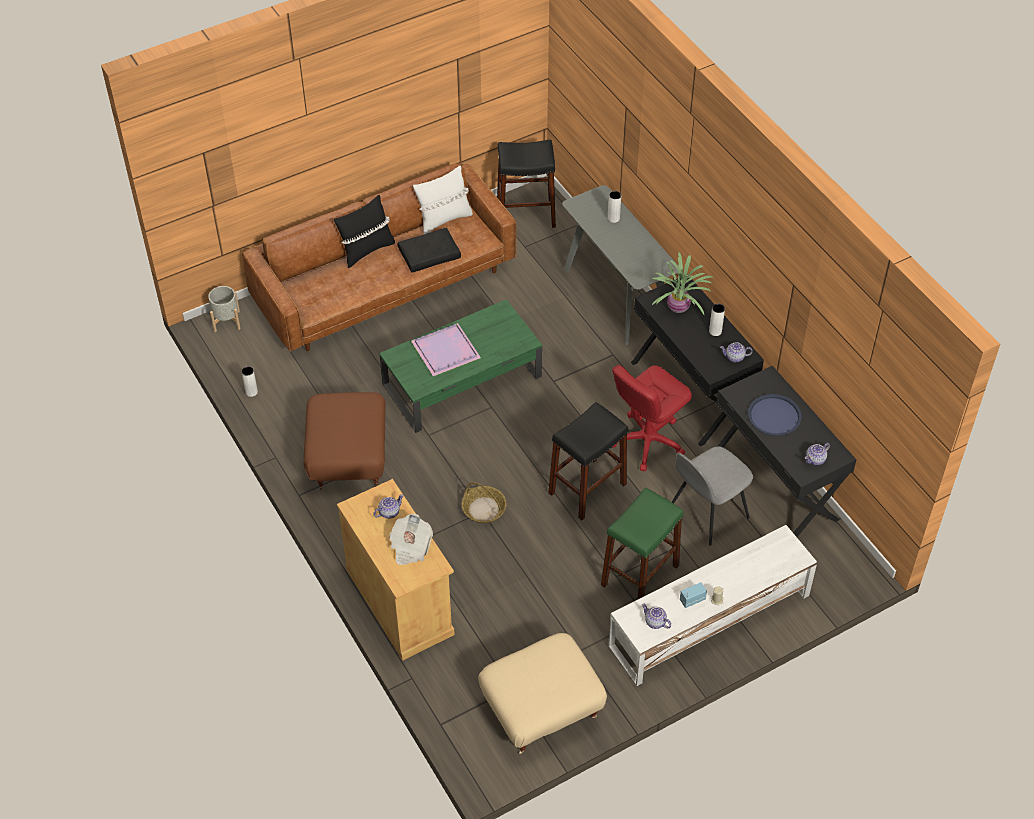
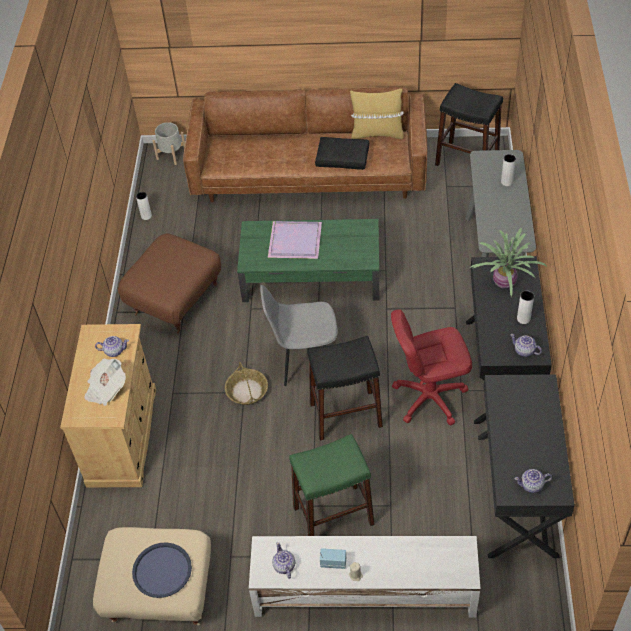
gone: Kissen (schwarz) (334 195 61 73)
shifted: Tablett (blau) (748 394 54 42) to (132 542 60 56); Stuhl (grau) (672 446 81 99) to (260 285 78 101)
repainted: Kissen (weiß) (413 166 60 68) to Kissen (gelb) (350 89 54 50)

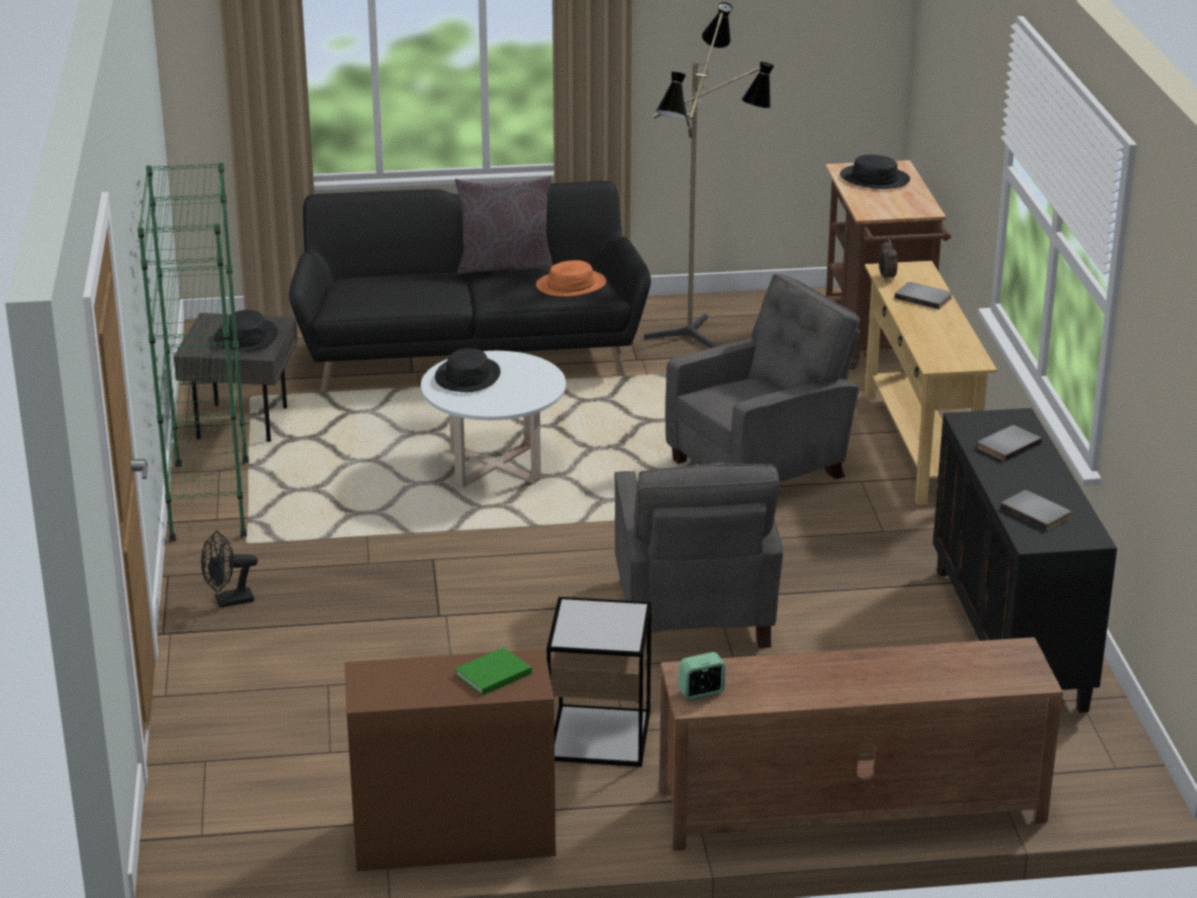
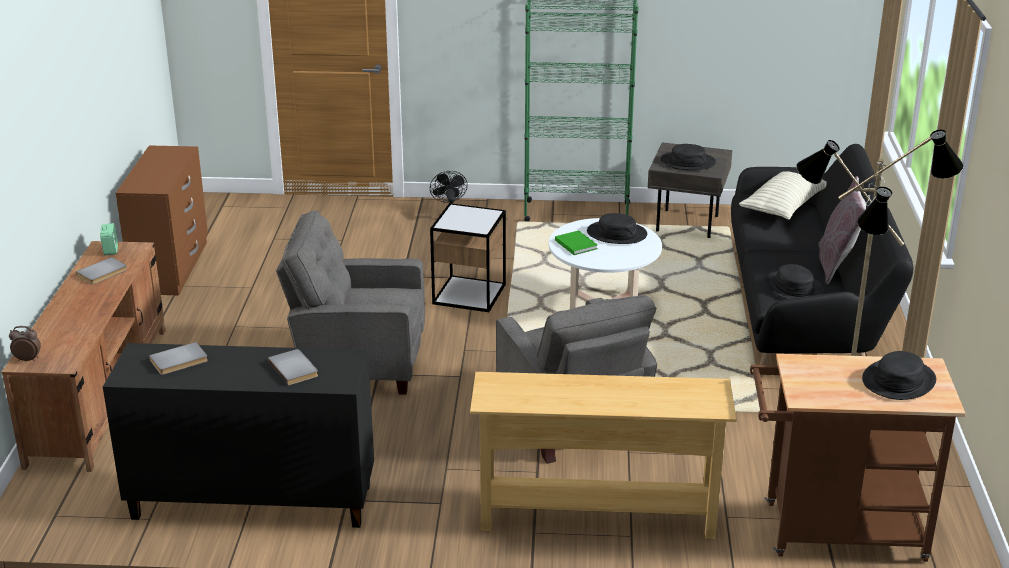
new: Kissen (739 171 88 49)
shifted: Wecker (879 239 18 42) to (9 326 32 35); Buch (grau) (895 282 57 27) to (76 257 51 28); Beistelltisch (547 597 105 170) to (430 203 76 109); Buch (grün) (455 647 77 49) to (555 230 43 25)
repainted: Hut (orange) (536 260 70 37) to Hut (schwarz) (765 264 59 35)

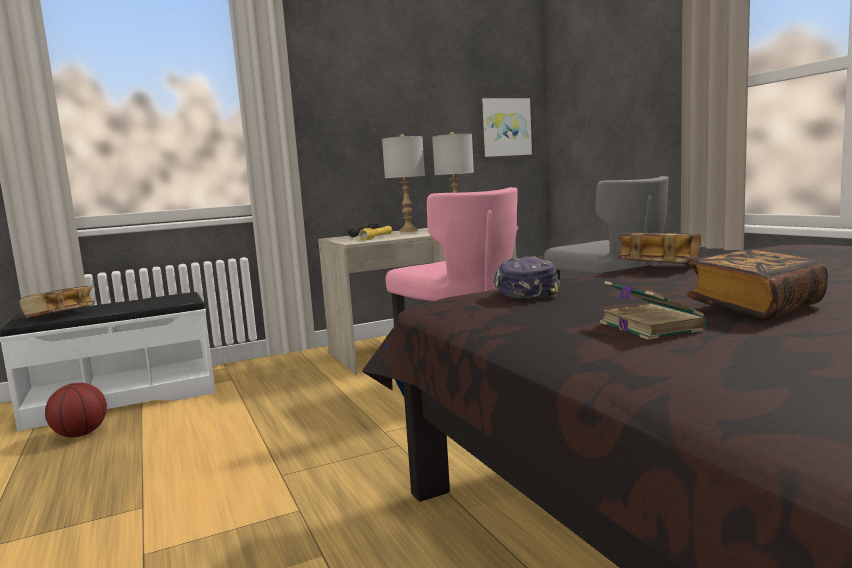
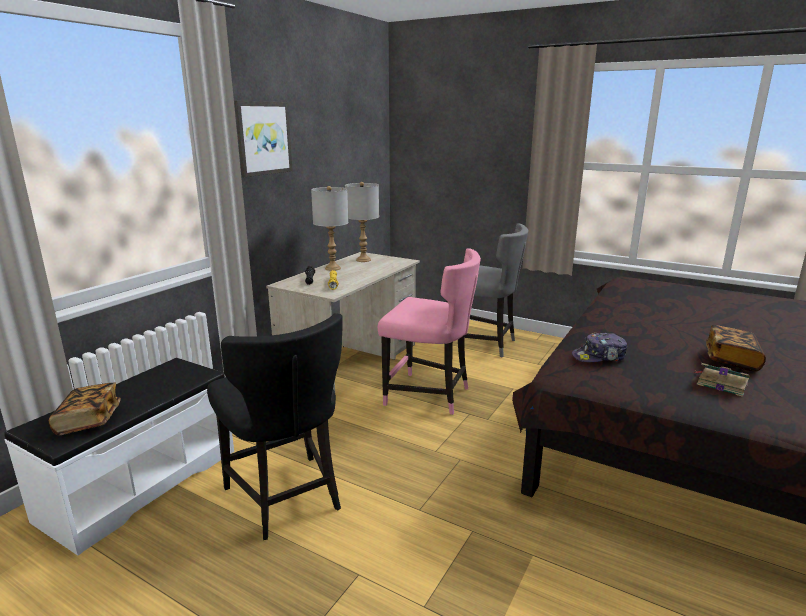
gone: Buch (617 233 84 31); Basketball (45 382 62 55)
new: Stuhl (schwarz) (207 313 136 227)
shifted: Bild (477 94 58 67) to (235 101 58 76)
rotated: Kappe (493 256 67 43) = (572 332 55 30) 60 degrees counterclockwise

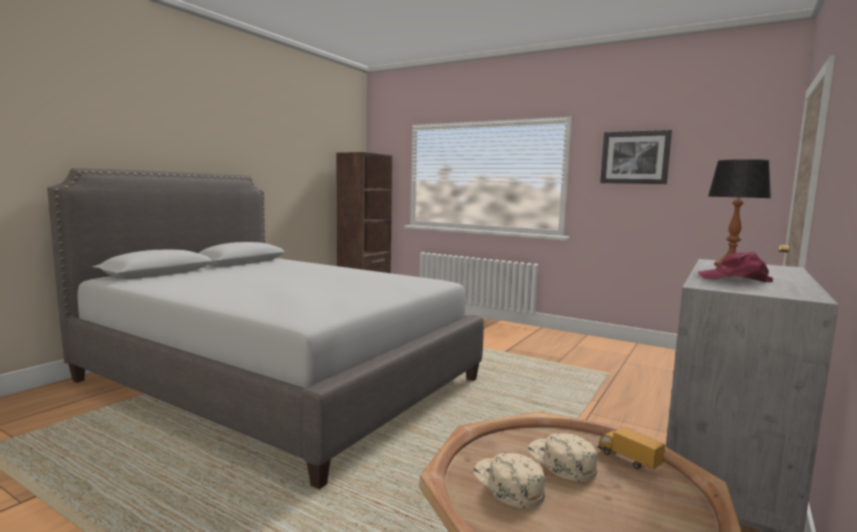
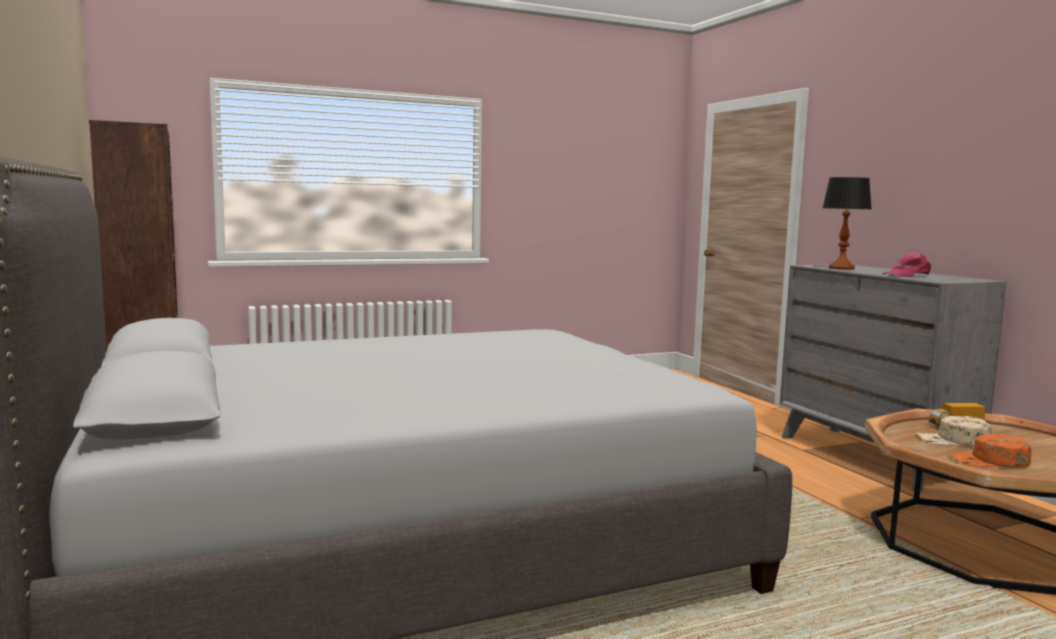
gone: Bild (600 130 72 54)
repainted: Kappe (beige) (474 453 71 55) to Kappe (orange) (949 434 82 34)

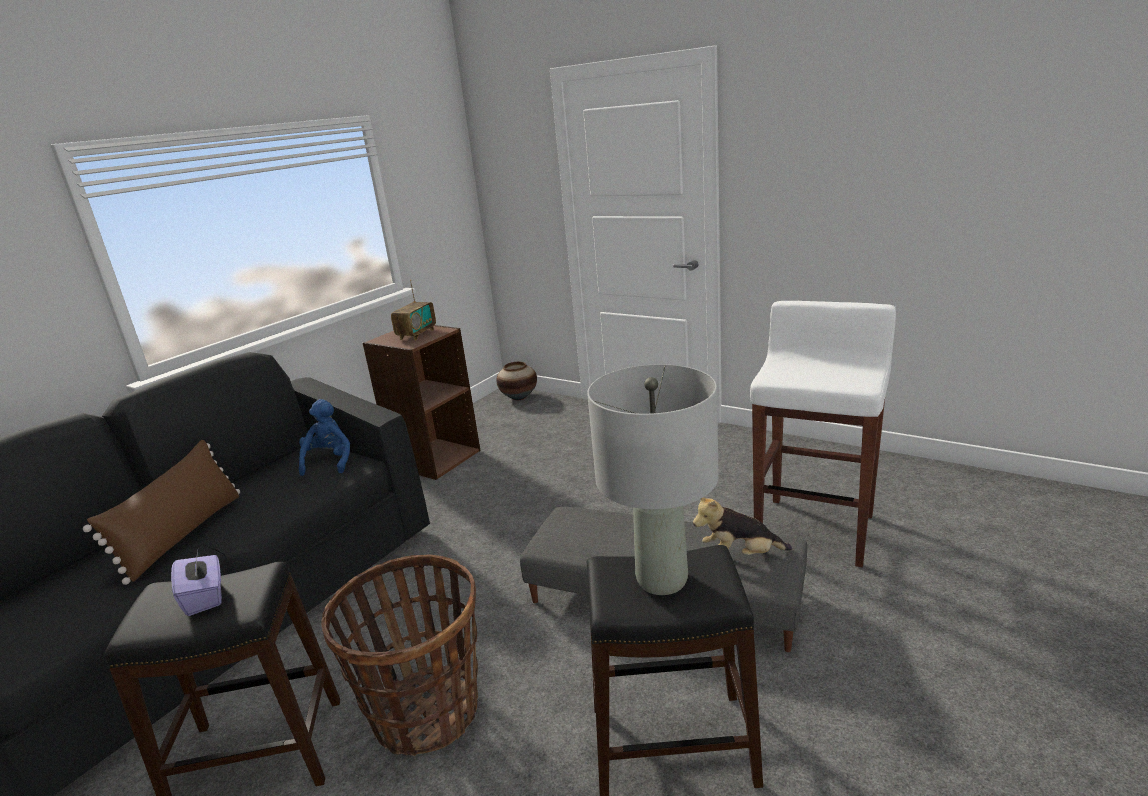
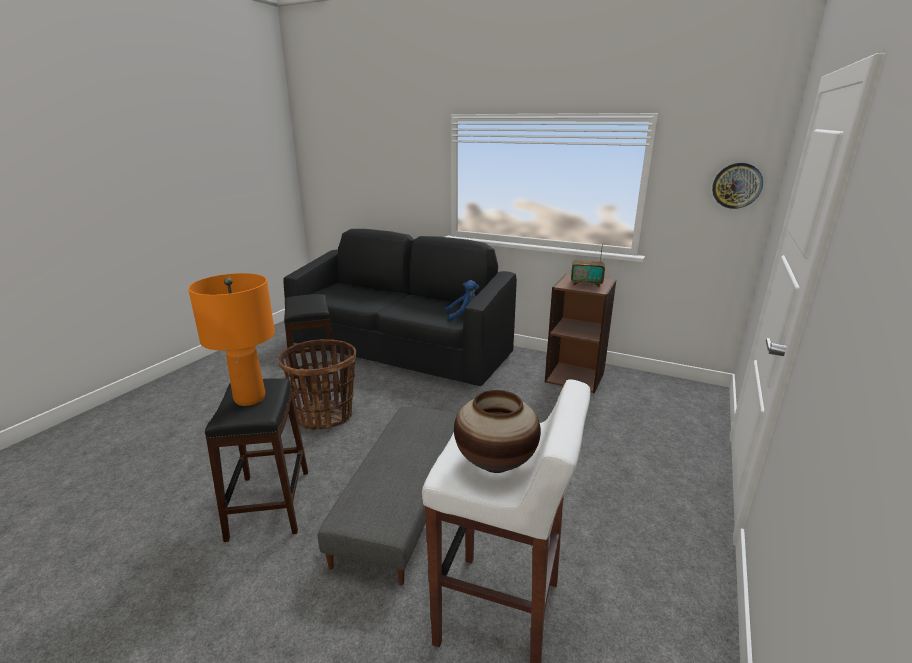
gone: Kissen (braun) (83 440 157 145); Plüschtier (693 497 99 58); Taschentuchbox (lila) (171 550 51 66)
new: Wanduhr (712 163 51 46)
shifted: Vase (496 362 41 38) to (454 390 87 83)
repainted: Tischlampe (grau) (587 364 131 231) to Tischlampe (orange) (188 273 87 133)

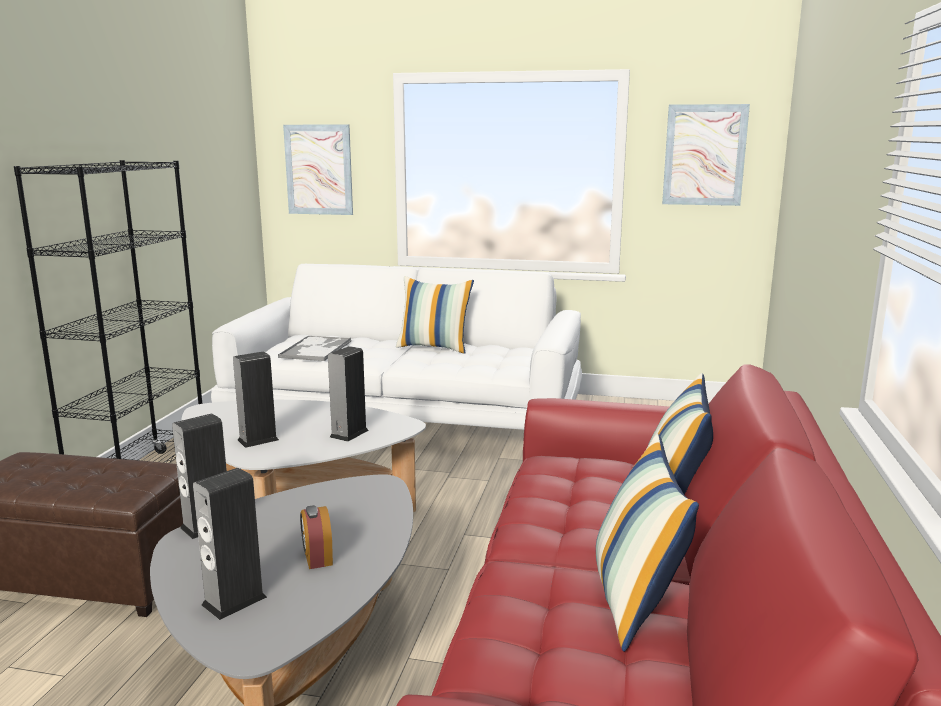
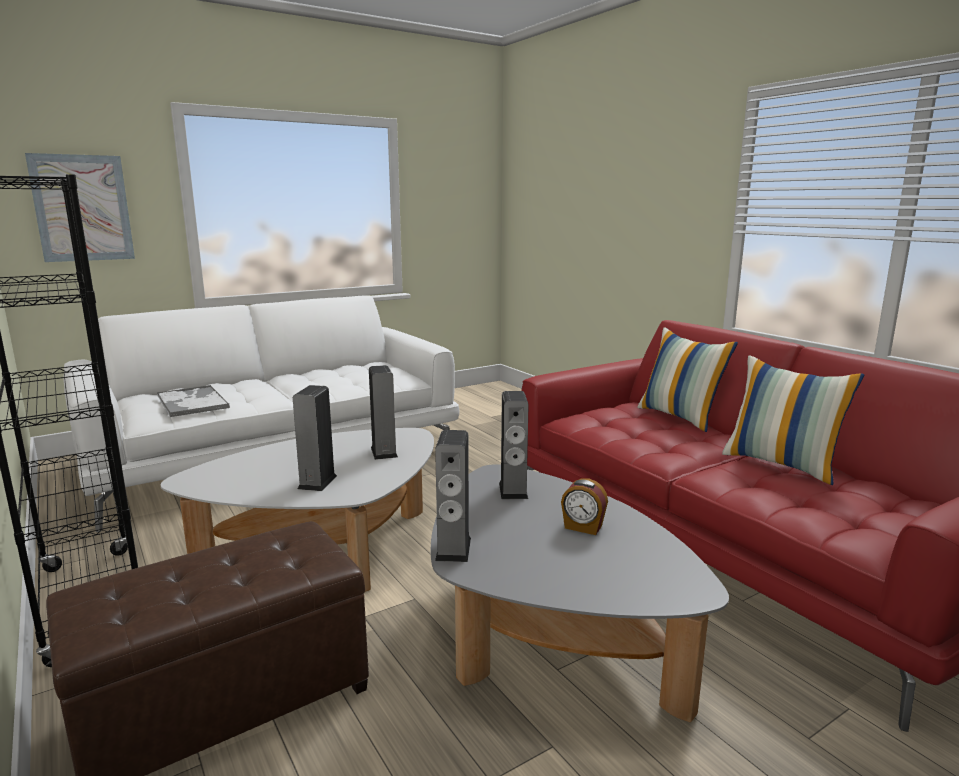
gone: Bild (662 104 88 102); Kissen (396 276 78 78)
shifted: Lautsprecher (193 468 74 152) to (499 391 30 108)

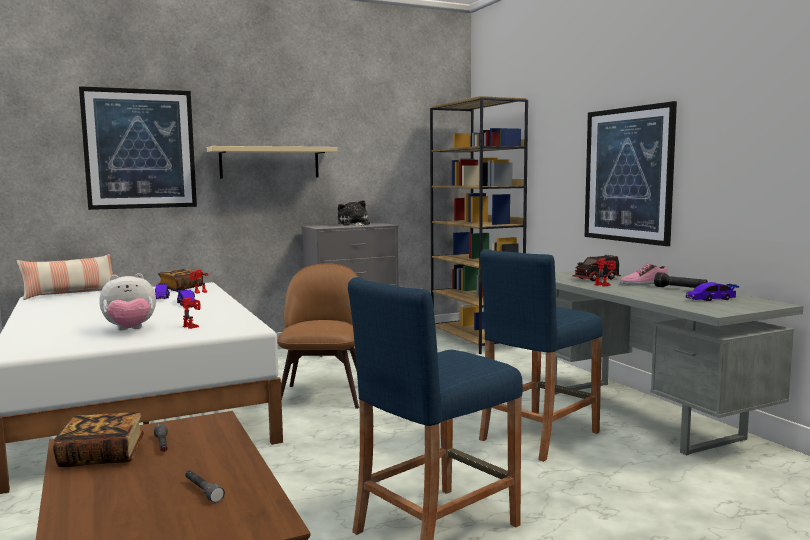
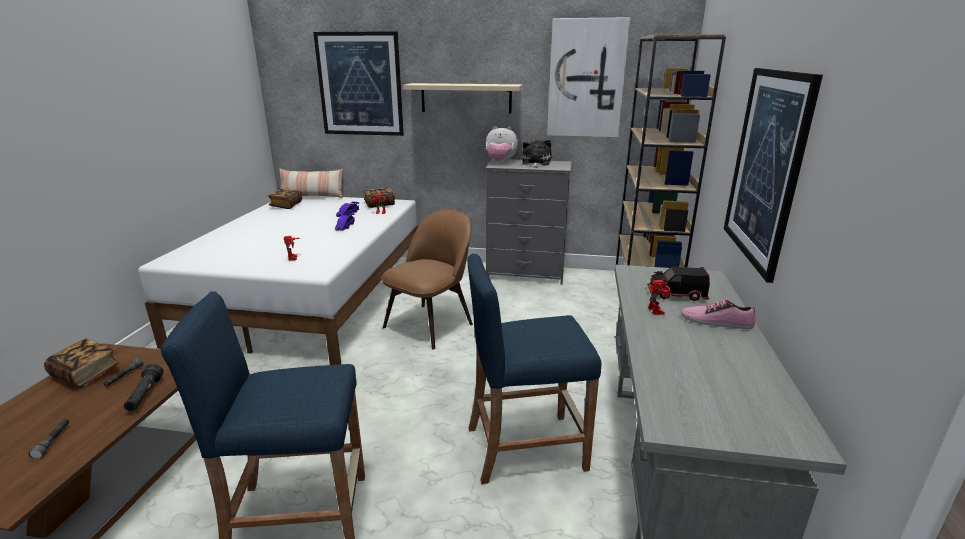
gone: Spielzeugauto (686 282 53 19)
new: Bild (547 17 83 120); Buch (268 189 34 20)
shifted: Taschenlampe (schwarz) (654 272 54 16) to (124 364 40 47); Plüschtier (99 273 57 57) to (486 126 32 36)

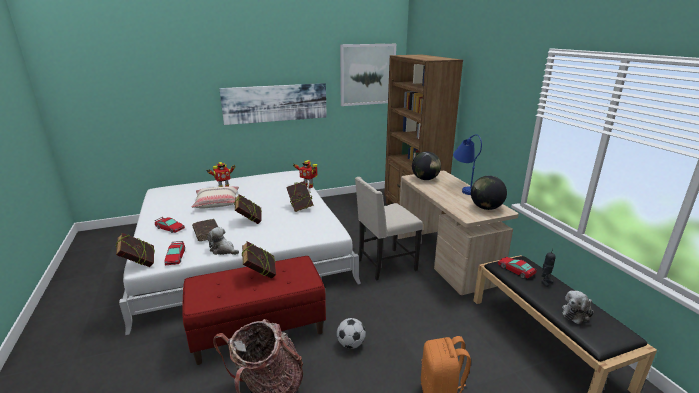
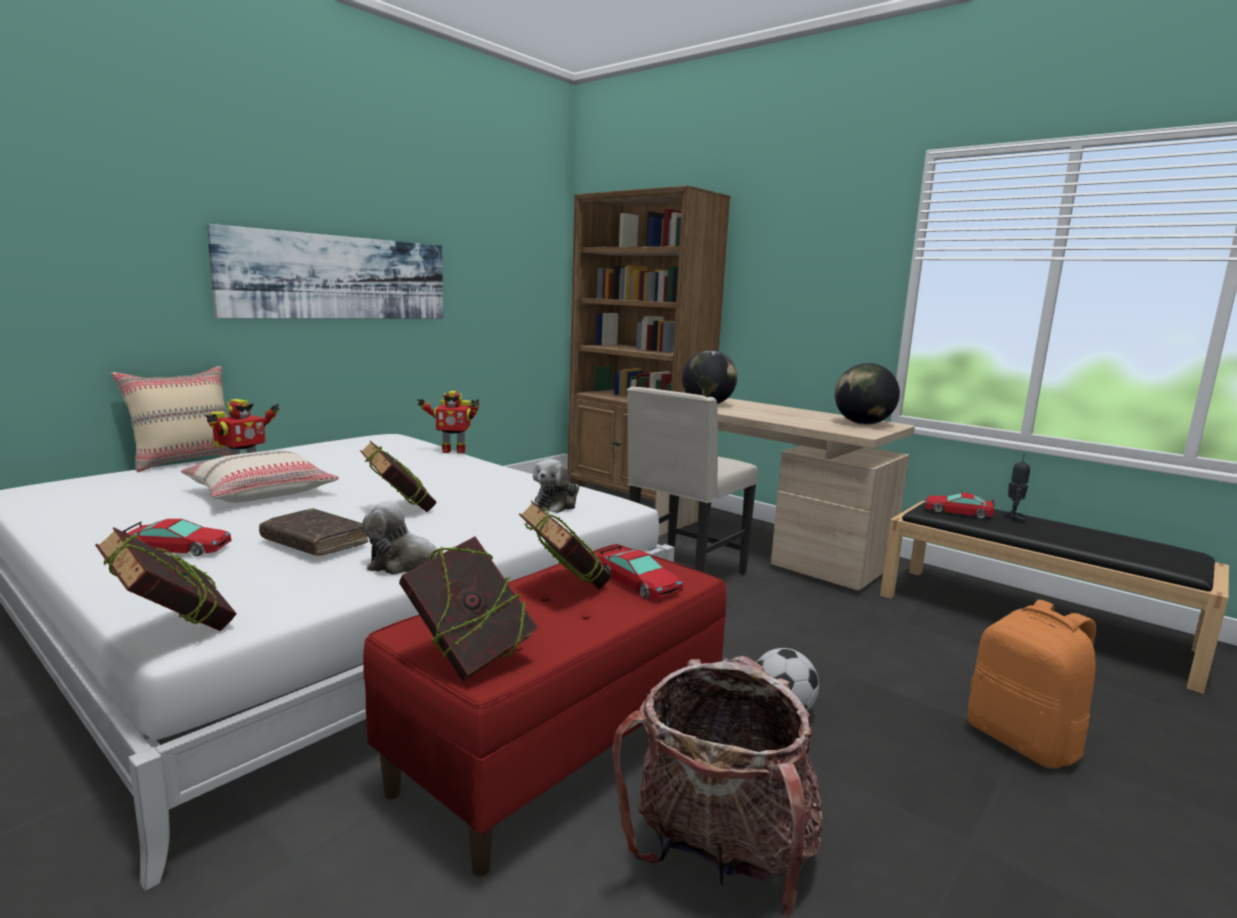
gone: Bild (340 44 56 62); Tischlampe (blau) (453 134 29 61)
new: Kissen (beige) (111 366 131 106)
shifted: Buch (286 181 28 31) to (399 536 139 145); Spielzeugauto (164 241 21 24) to (598 546 85 53); Plüschtier (562 290 32 34) to (533 459 46 54)

